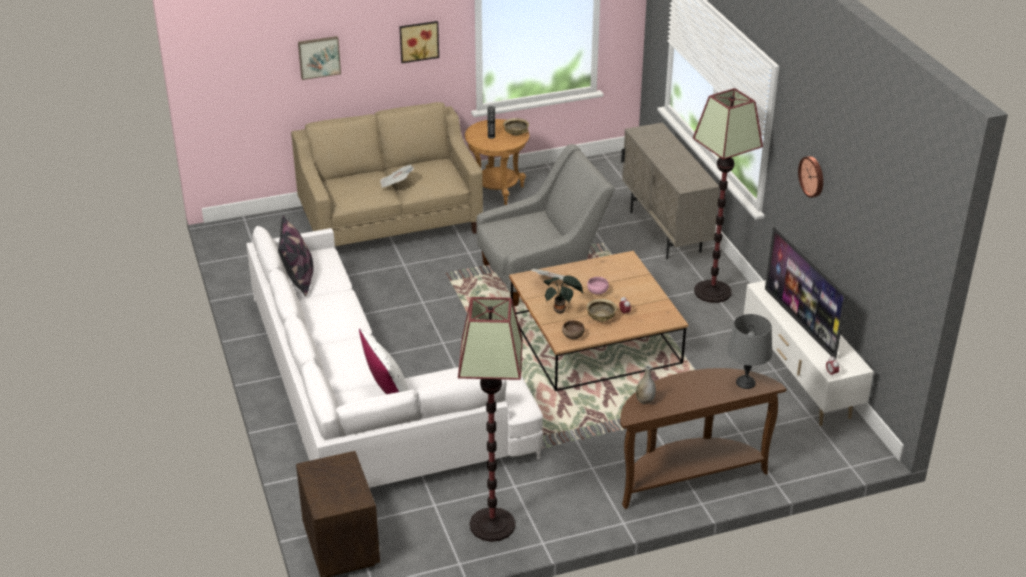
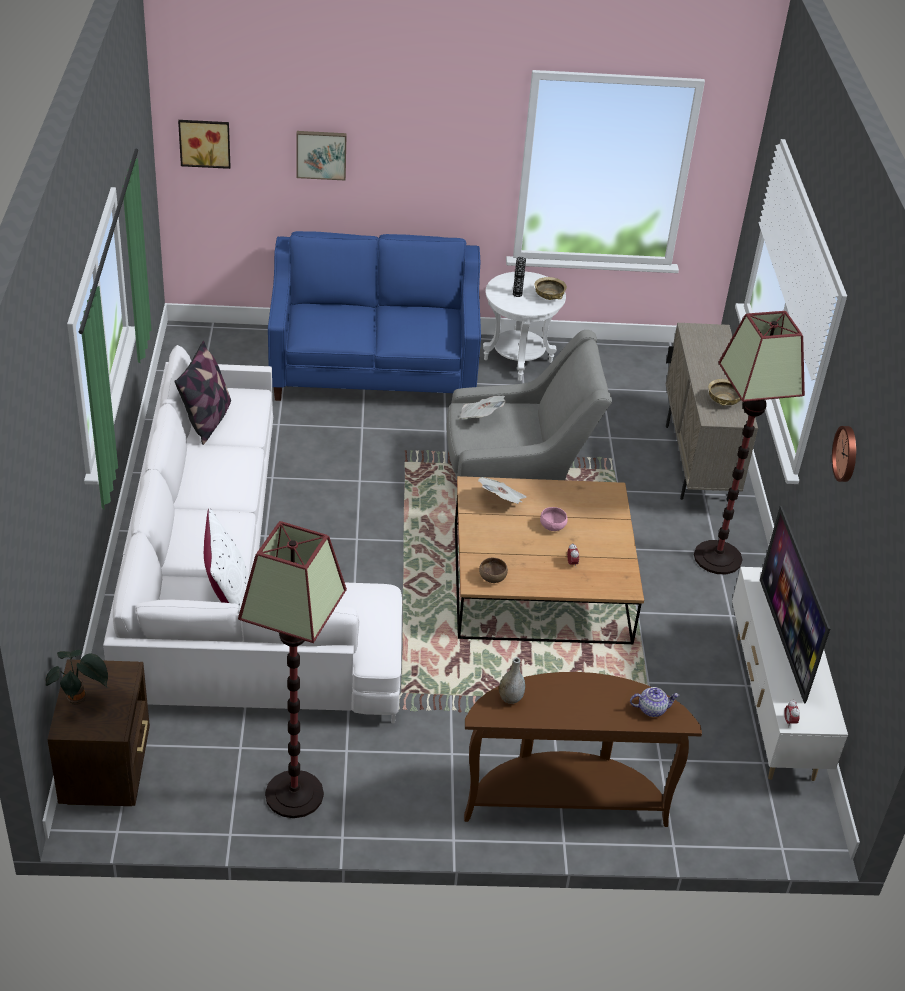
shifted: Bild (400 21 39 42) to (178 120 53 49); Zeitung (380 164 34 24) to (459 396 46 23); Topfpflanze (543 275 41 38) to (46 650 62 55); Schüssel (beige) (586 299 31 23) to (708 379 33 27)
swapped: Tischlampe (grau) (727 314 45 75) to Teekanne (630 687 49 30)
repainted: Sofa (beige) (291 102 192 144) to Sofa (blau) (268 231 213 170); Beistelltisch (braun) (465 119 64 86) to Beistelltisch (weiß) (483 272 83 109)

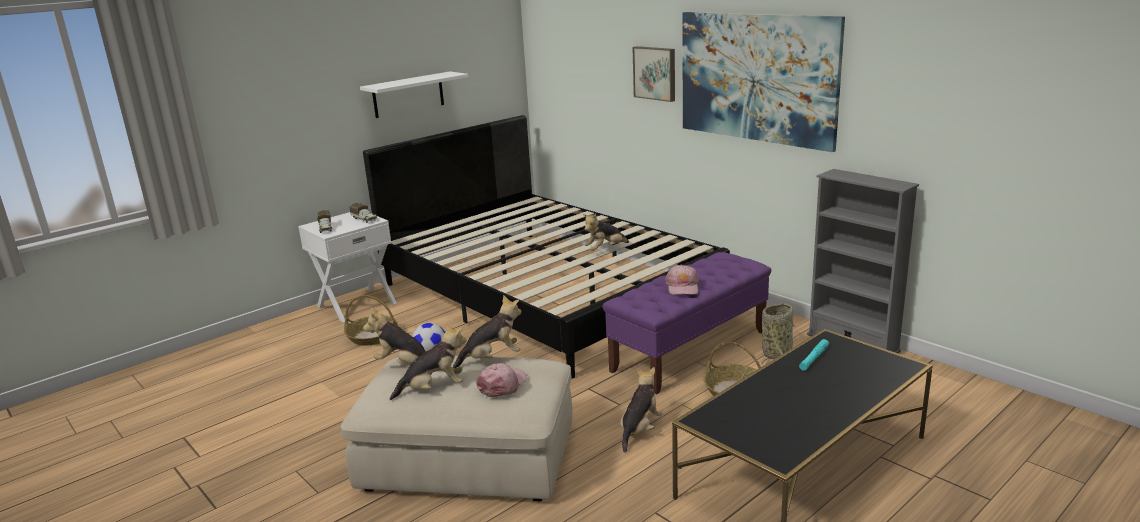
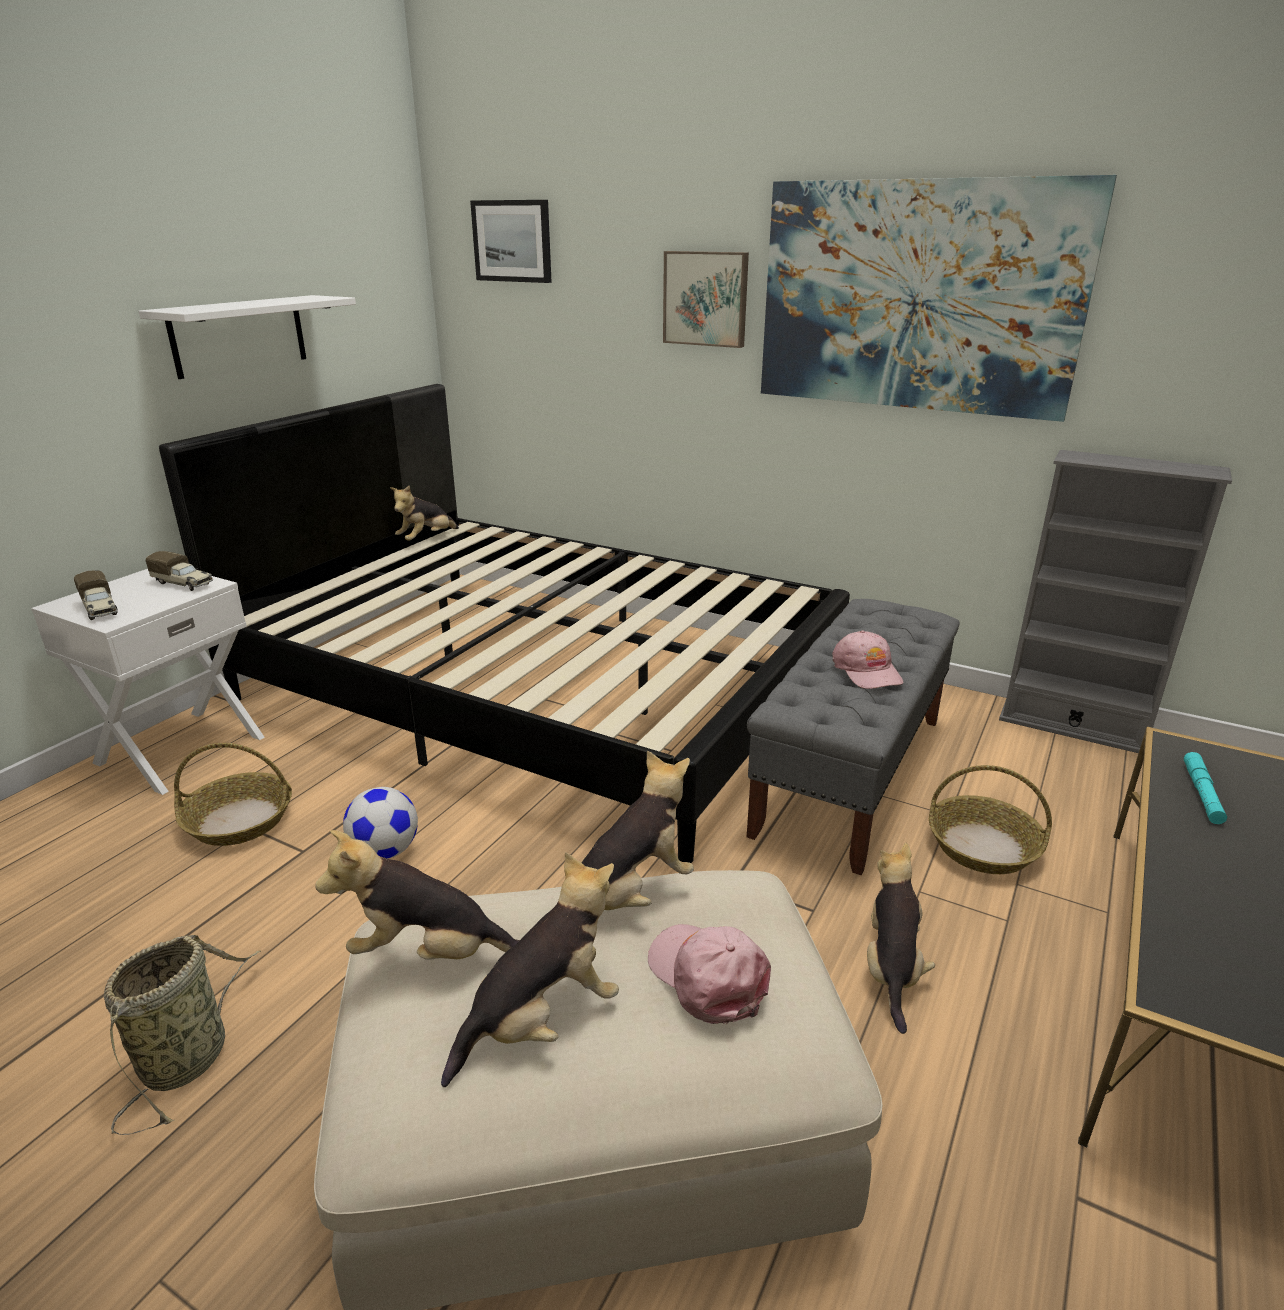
new: Bild (470 200 82 83)
shifted: Plüschtier (583 214 46 37) to (390 486 69 55); Korb (761 303 33 63) to (104 935 157 200)
repainted: Bank (lila) (603 252 168 142) to Bank (grau) (747 599 213 276)
rotated: Kappe (rosa) (476 363 51 34) = (648 924 123 100) 45 degrees counterclockwise

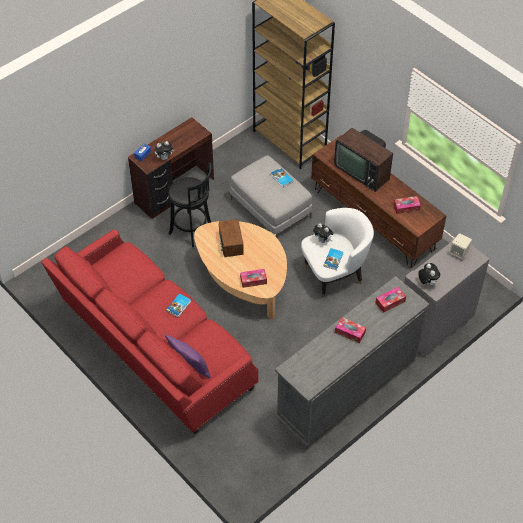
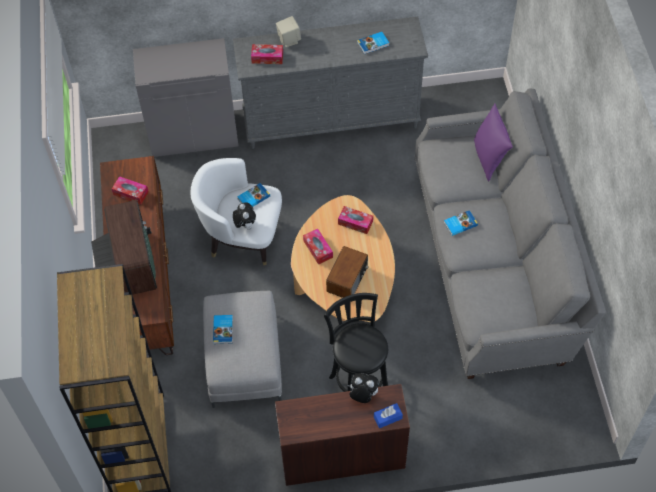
gone: Plüschtier (418 263 22 23)
new: Buch (357 32 32 22)
shifted: Lautsprecher (beige) (450 233 22 26) to (276 16 25 31); Taschentuchbox (335 317 31 26) to (303 229 30 36)
repainted: Sofa (rot) (41 229 218 205) to Sofa (grau) (414 88 192 291)

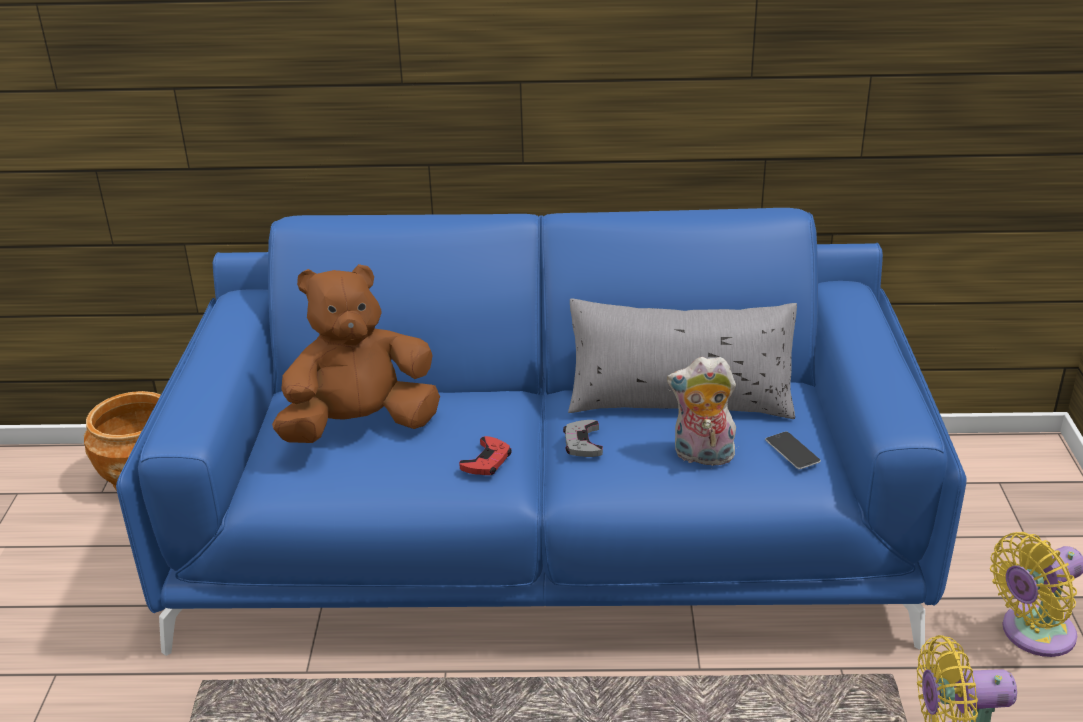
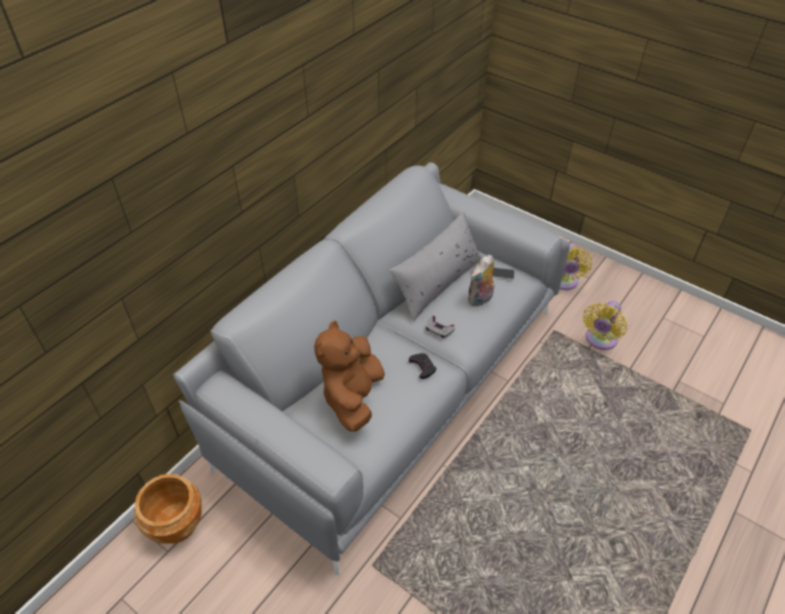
repainted: Sofa (blau) (116 208 851 448) to Sofa (grau) (173 162 397 414); Gamepad (rot) (459 436 53 39) to Gamepad (schwarz) (409 353 27 26)

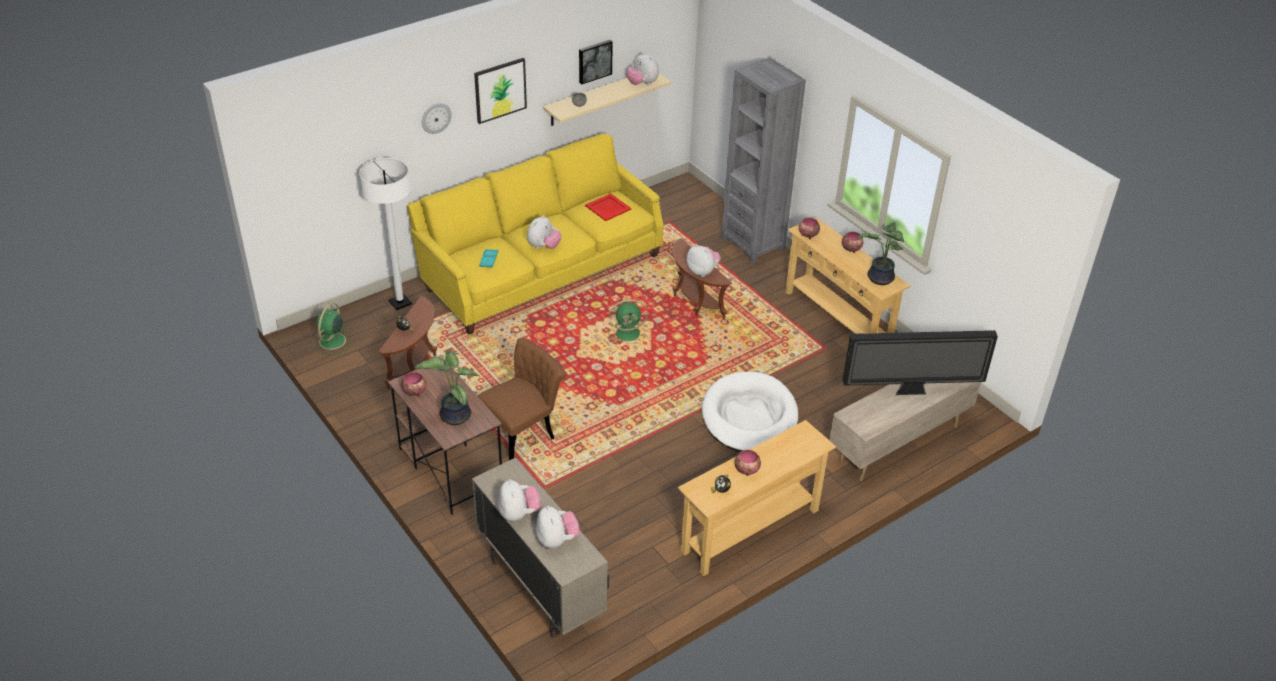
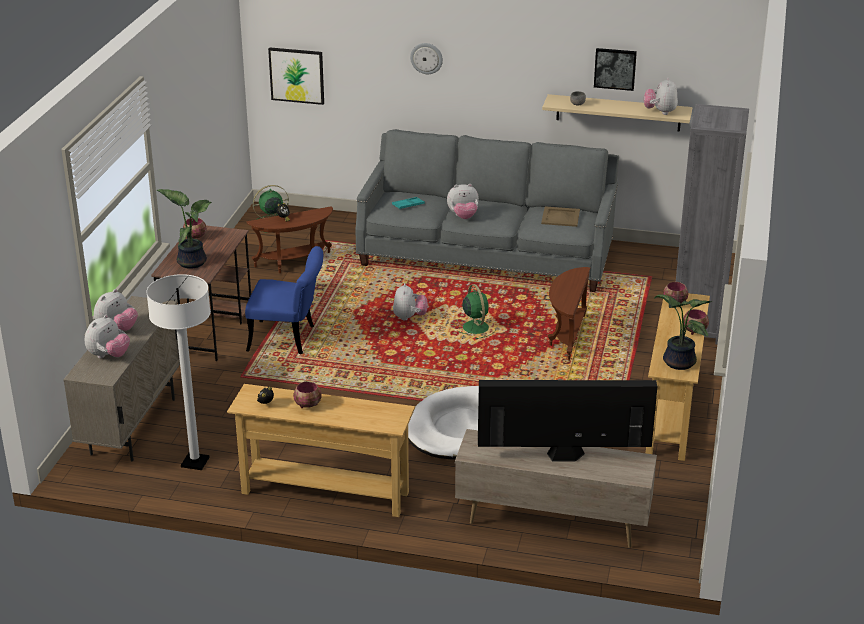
shifted: Bild (474 58 53 66) to (268 47 56 58); Stehlampe (weiß) (359 158 53 152) to (146 274 65 196); Plüschtier (687 244 34 33) to (393 283 35 38)
repainted: Sofa (gelb) (407 133 257 201) to Sofa (grau) (355 129 264 163); Tablett (rot) (585 194 46 27) to Tablett (beige) (541 206 39 21); Stuhl (braun) (477 338 89 122) to Stuhl (blau) (245 246 78 108)
rotated: Ventilator (grün) (607 299 41 46) = (458 284 38 55) 150 degrees counterclockwise; Fernseher (843 330 155 65) = (478 380 180 82) 135 degrees clockwise

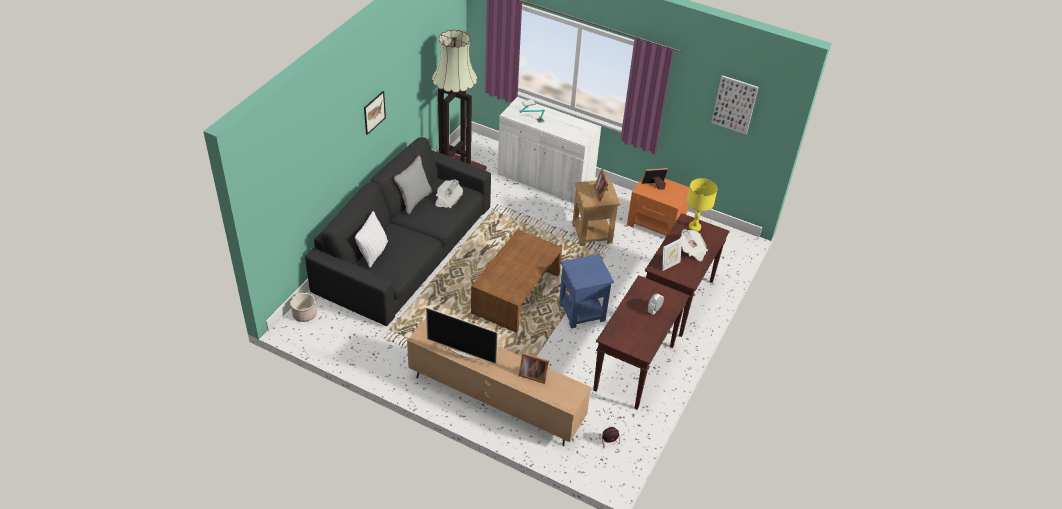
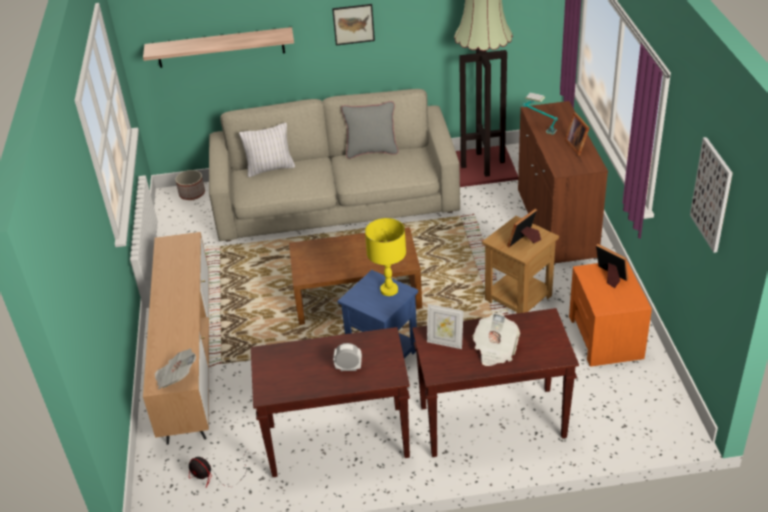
gone: Fernseher (426 307 72 57)
new: Wandregal (143 27 151 41)
shifted: Tischlampe (gelb) (687 178 31 53) to (365 218 41 78); Zeitung (435 180 28 28) to (154 349 42 41); Bilderrahmen (519 353 30 31) to (565 112 24 43)
repainted: Schrank (weiß) (498 97 103 106) to Schrank (braun) (518 101 90 164); Sofa (schwarz) (305 137 186 189) to Sofa (beige) (209 89 251 152)

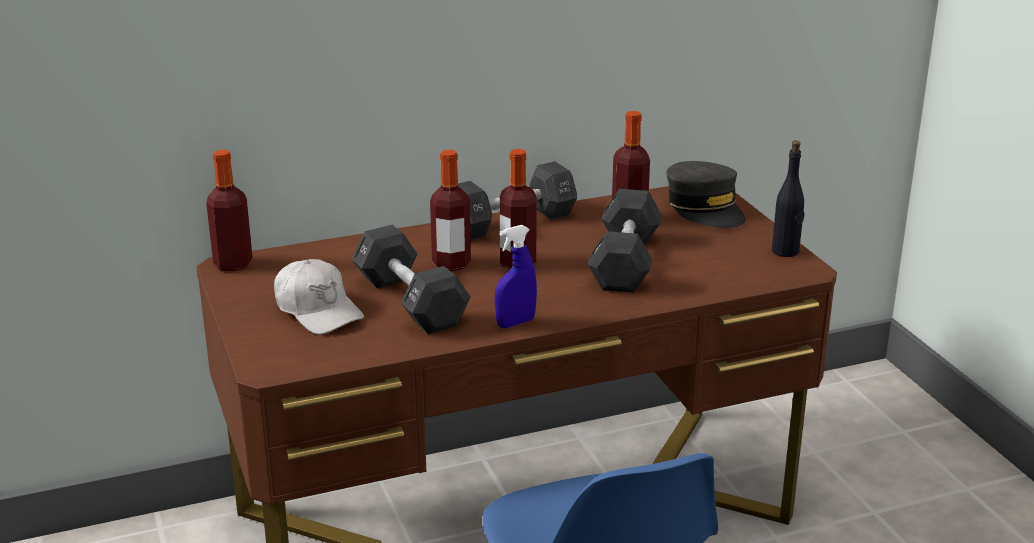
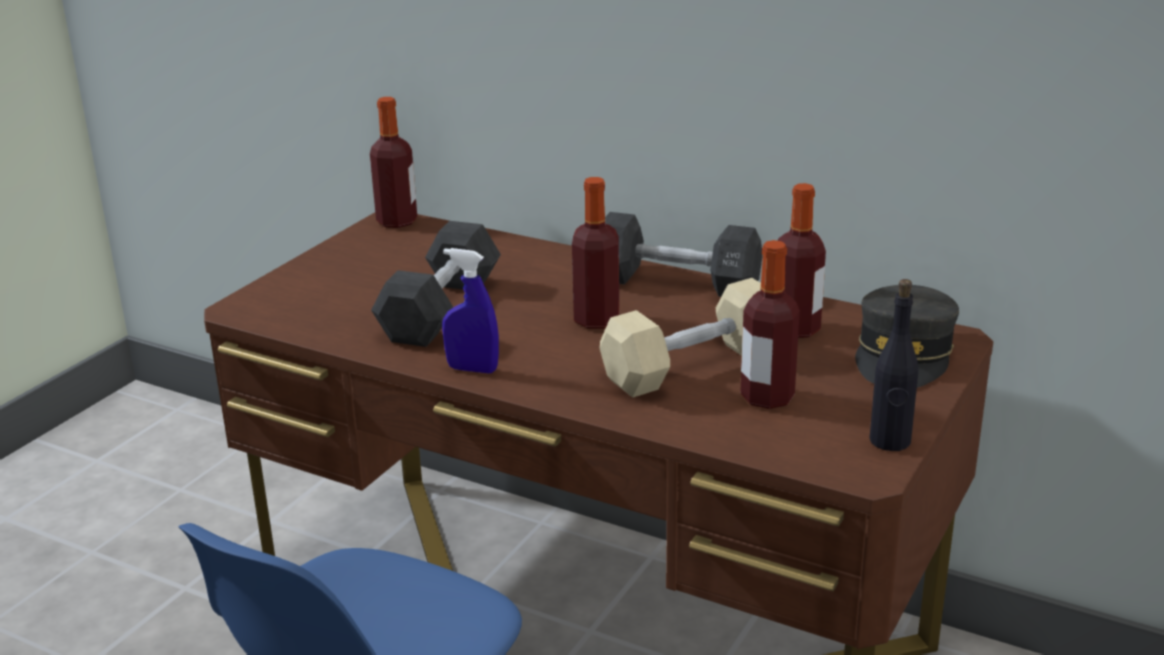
gone: Kappe (weiß) (274 259 90 76)
shifted: Flasche (430 150 41 121) to (740 240 60 169)
repainted: Hantel (schwarz) (587 189 75 104) to Hantel (beige) (600 278 161 120)

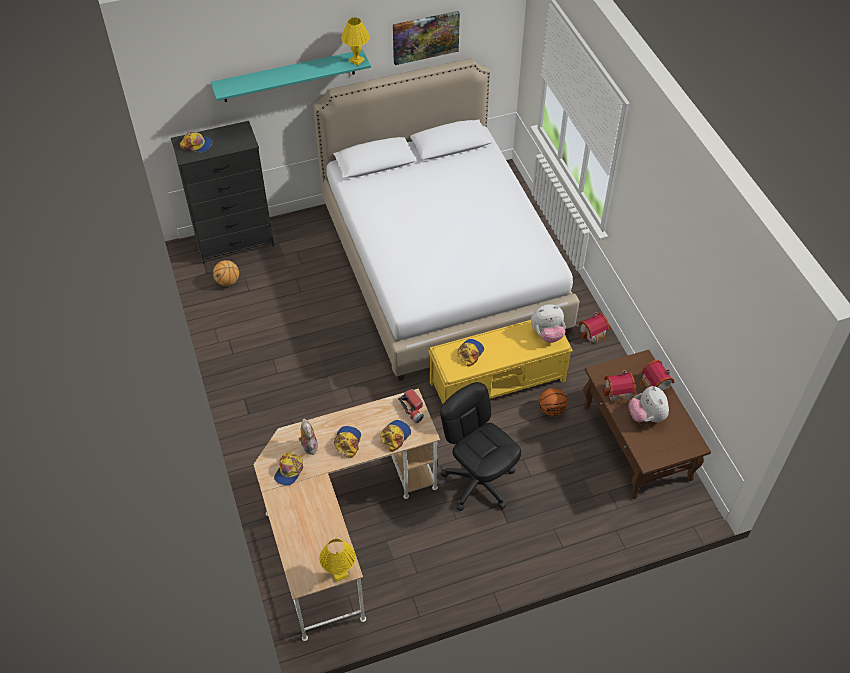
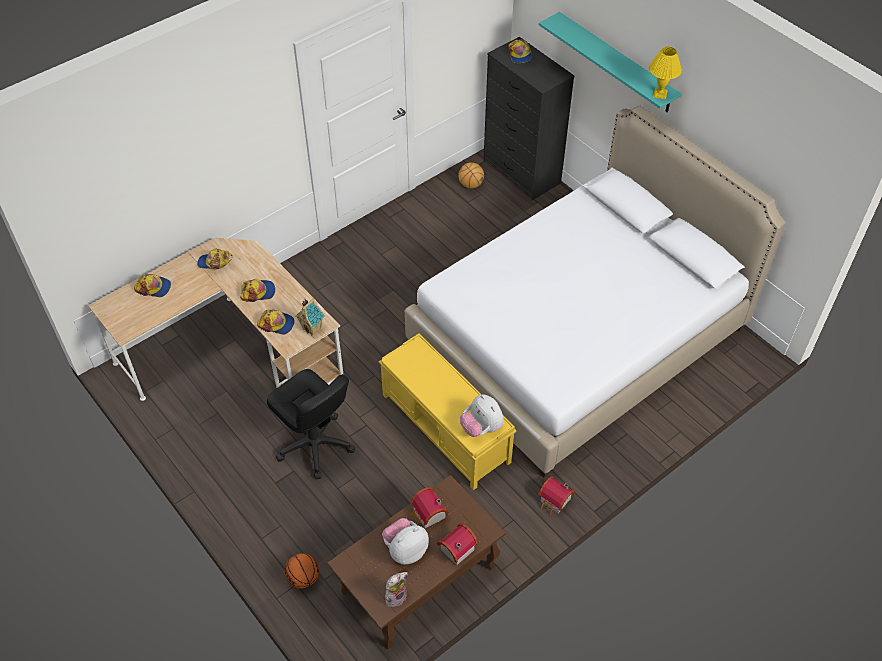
gone: Bild (393 11 67 54); Tischlampe (gelb) (319 539 37 43)
shifted: Kappe (457 339 27 28) to (134 274 37 23); Basketball (539 388 28 28) to (285 554 34 35); Plüschtier (298 418 20 37) to (385 572 23 35)
swapped: Taschenlampe (398 389 26 34) to Spielzeughaus (295 299 30 37)
rotated: Bürostuhl (schwarz) (440 382 81 129) = (267 369 88 110) 105 degrees clockwise

